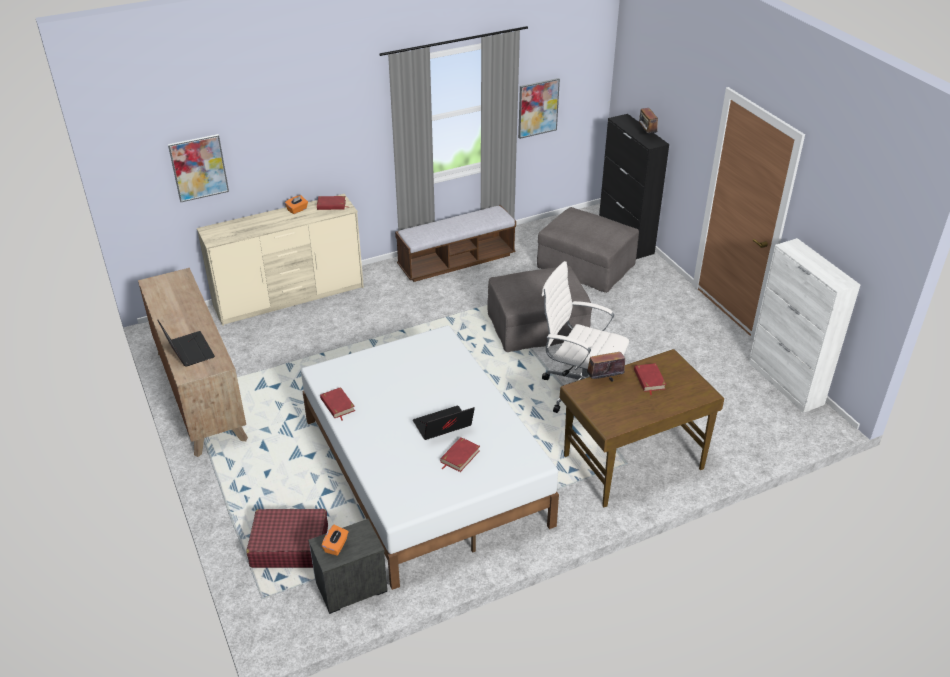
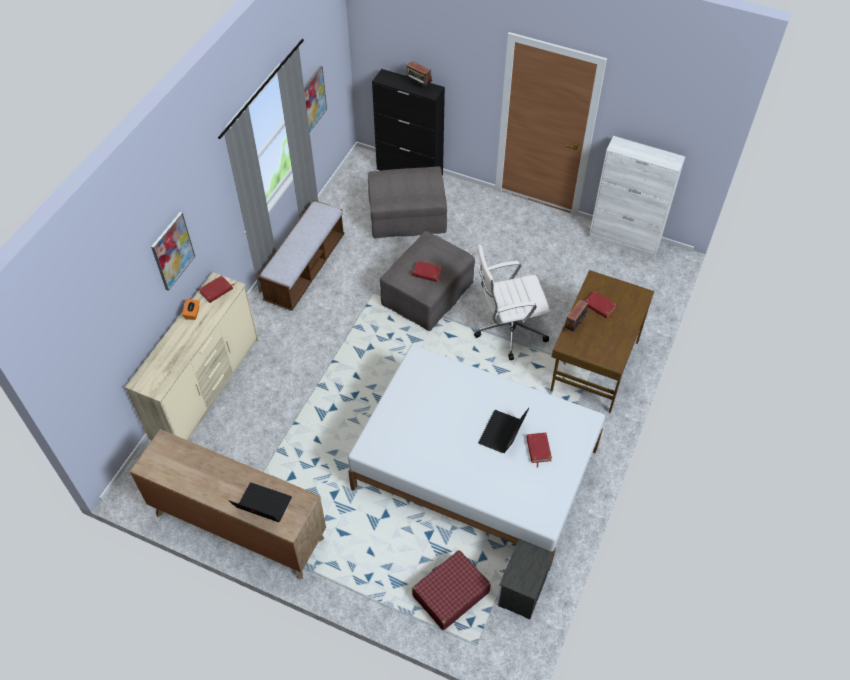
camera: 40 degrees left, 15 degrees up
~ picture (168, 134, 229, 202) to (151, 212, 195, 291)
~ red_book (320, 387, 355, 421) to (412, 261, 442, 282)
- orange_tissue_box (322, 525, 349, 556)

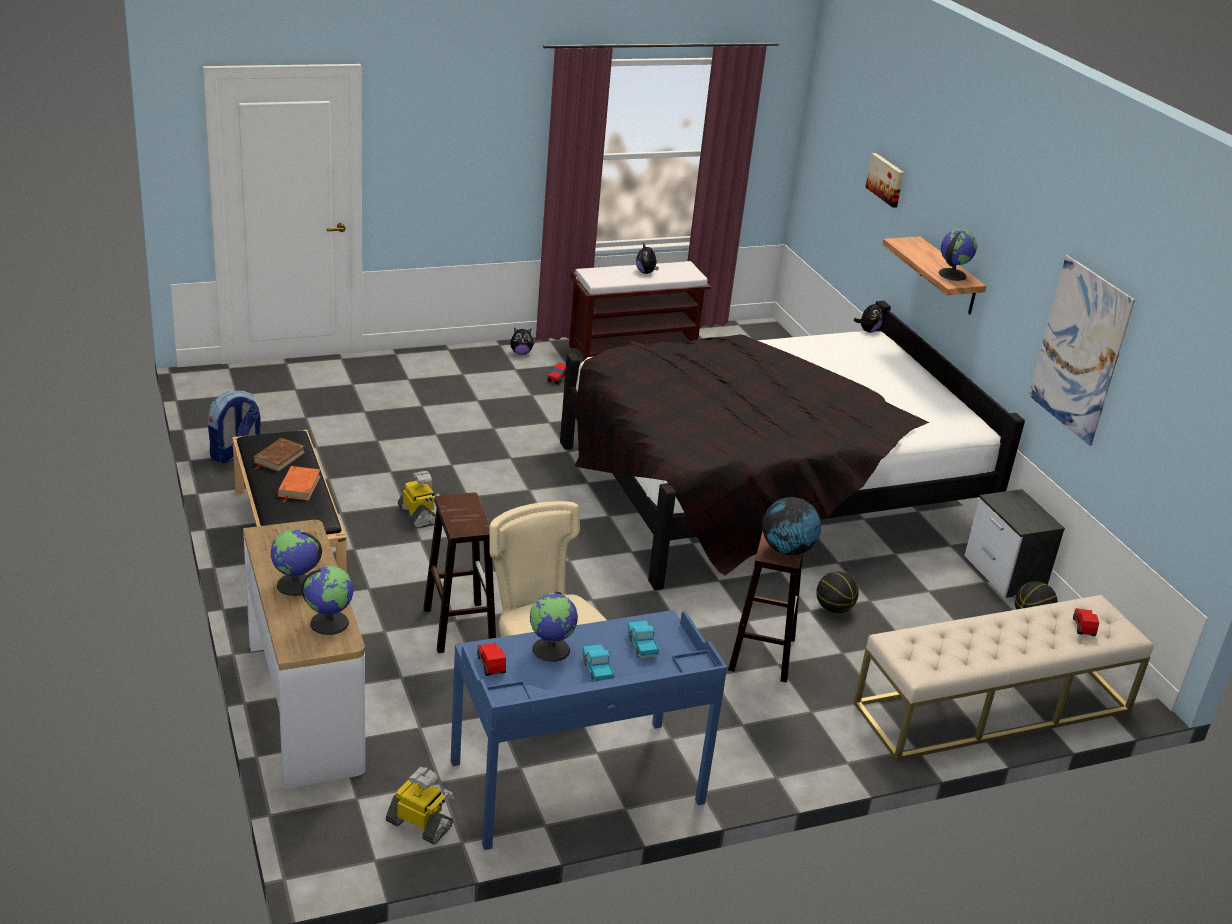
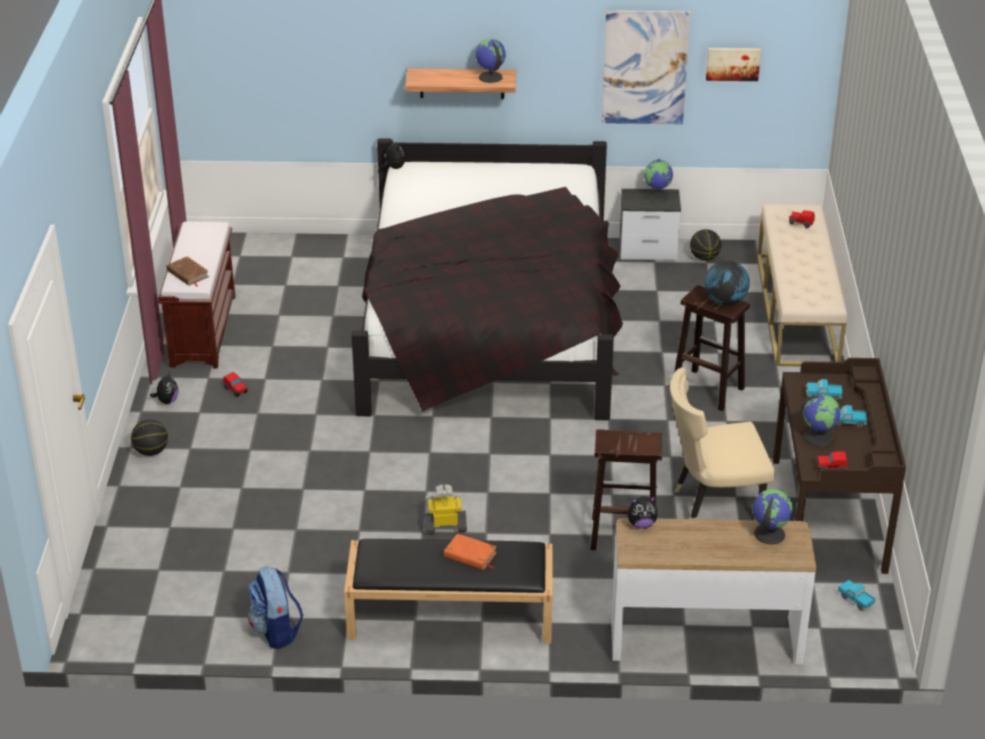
camera: 65 degrees left, 5 degrees up
~ brown_book (253, 438, 305, 472) to (167, 257, 209, 287)
~ globe (271, 529, 322, 596) to (644, 159, 673, 202)
~ toy_robot (386, 767, 455, 844) to toy_truck (838, 580, 875, 610)
~ blue_desk (451, 610, 727, 850) to brown_desk (773, 358, 906, 574)
~ plush_toy (636, 243, 659, 274) to (628, 496, 658, 528)
~ basketball (816, 571, 859, 613) to (131, 420, 168, 456)
~ picture (865, 153, 904, 208) to (706, 48, 761, 81)

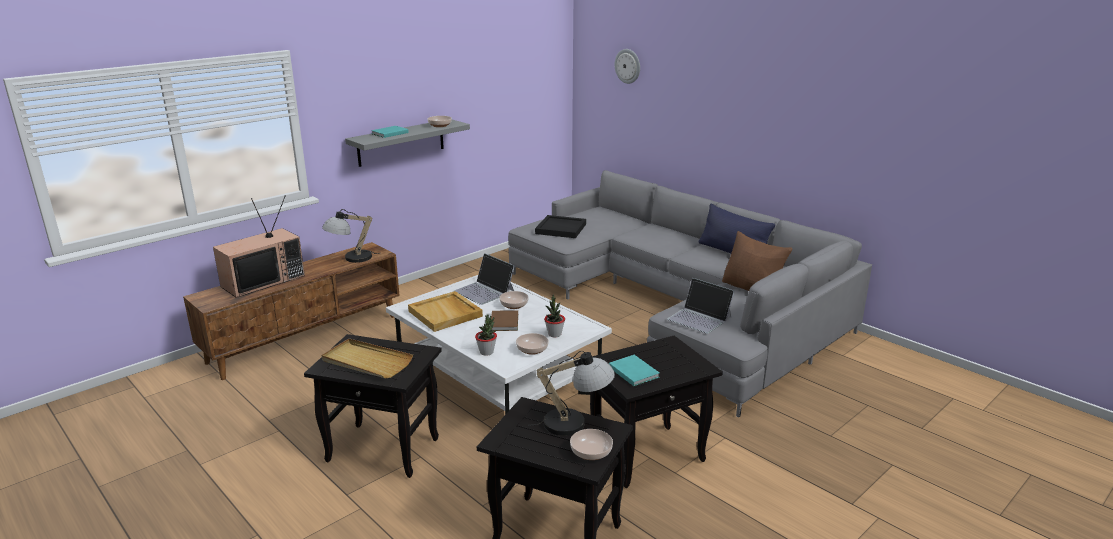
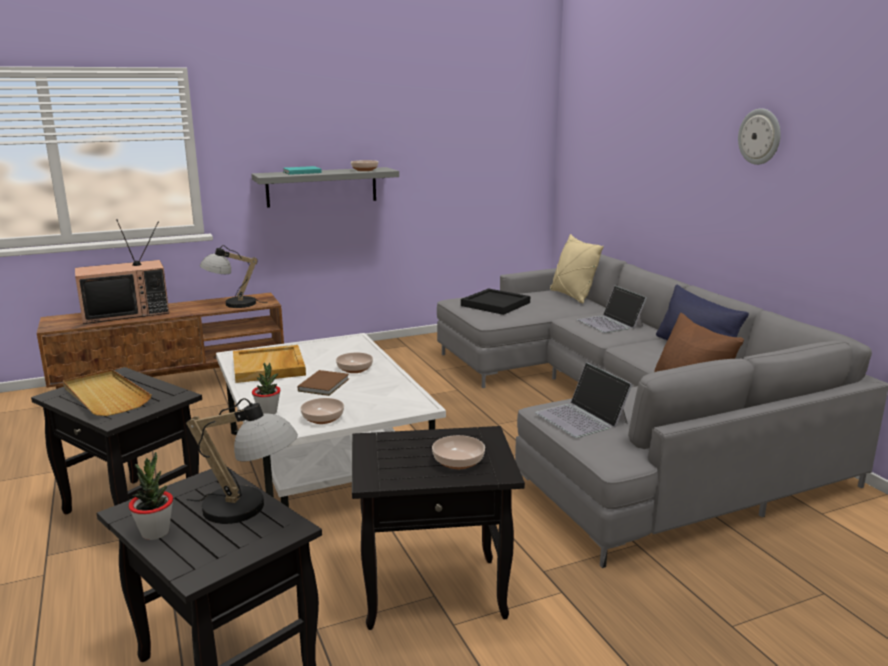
camera: 20 degrees right, 5 degrees down
~ laptop (453, 253, 515, 305) to (577, 286, 647, 333)
~ potted_plant (544, 295, 565, 338) to (129, 452, 173, 540)
~ bowl (570, 429, 613, 460) to (432, 435, 485, 469)
- turquoise_book (609, 355, 660, 386)
~ wall_clock (615, 49, 640, 84) to (738, 108, 781, 165)
+ beige_pillow (550, 234, 604, 303)

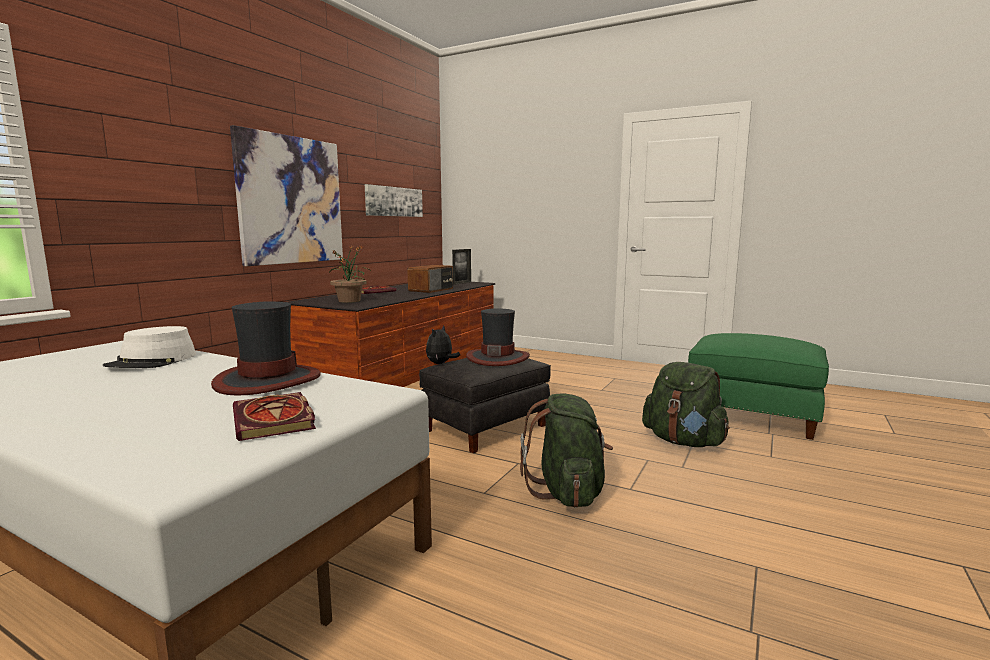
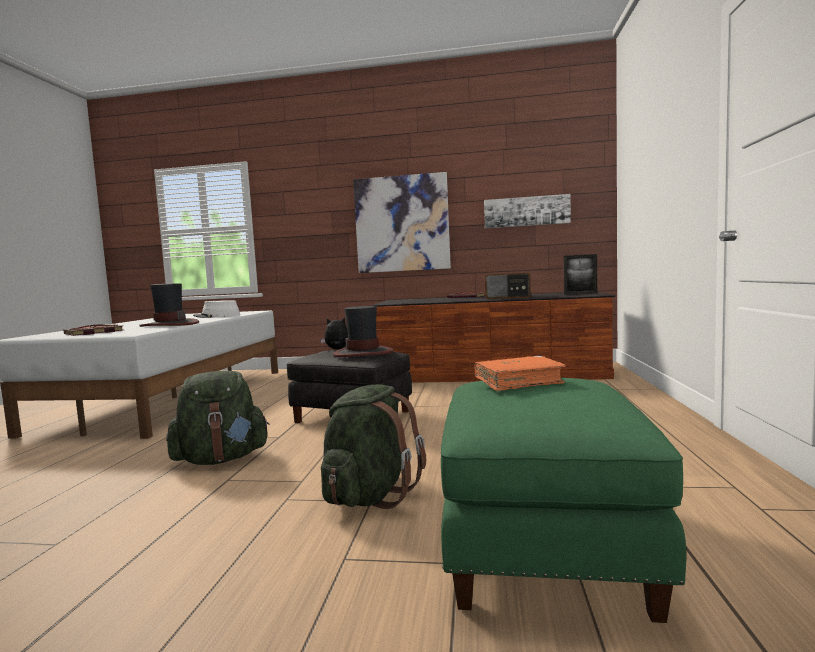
camera: 70 degrees right, 5 degrees down
- potted_plant (330, 246, 370, 303)
+ orange_book (474, 356, 566, 391)

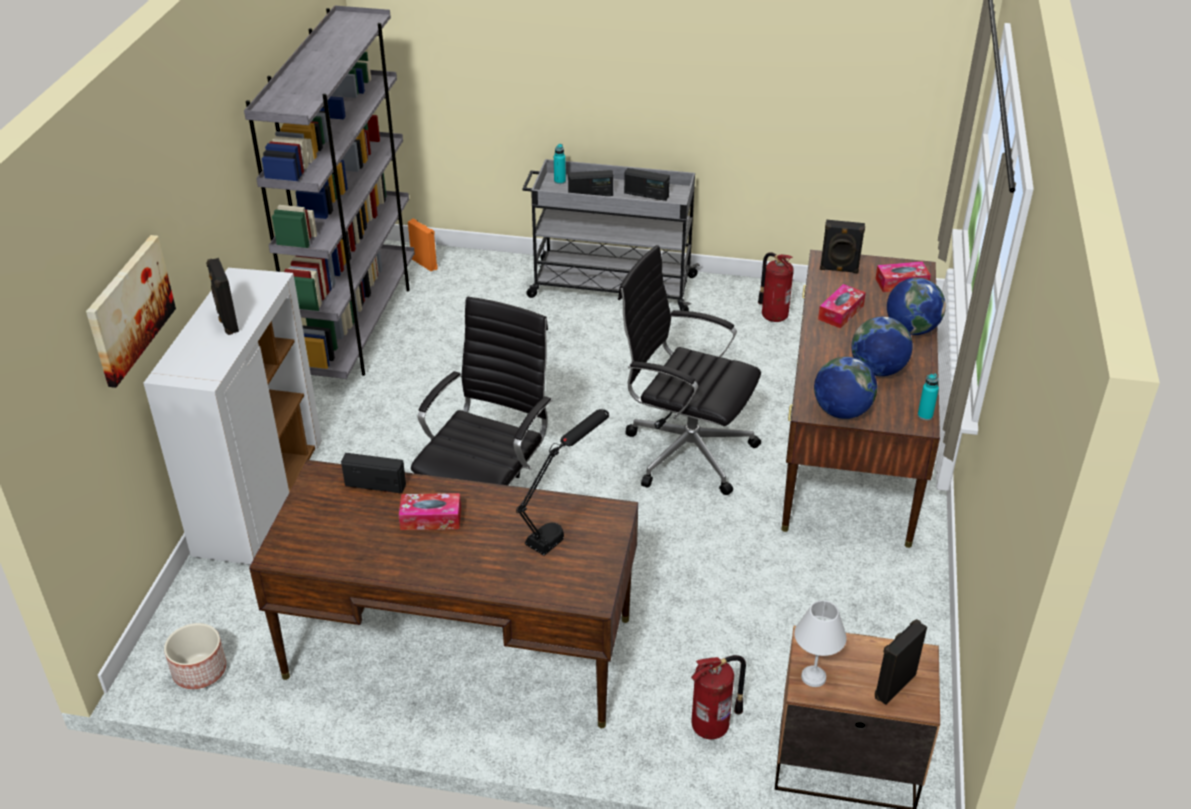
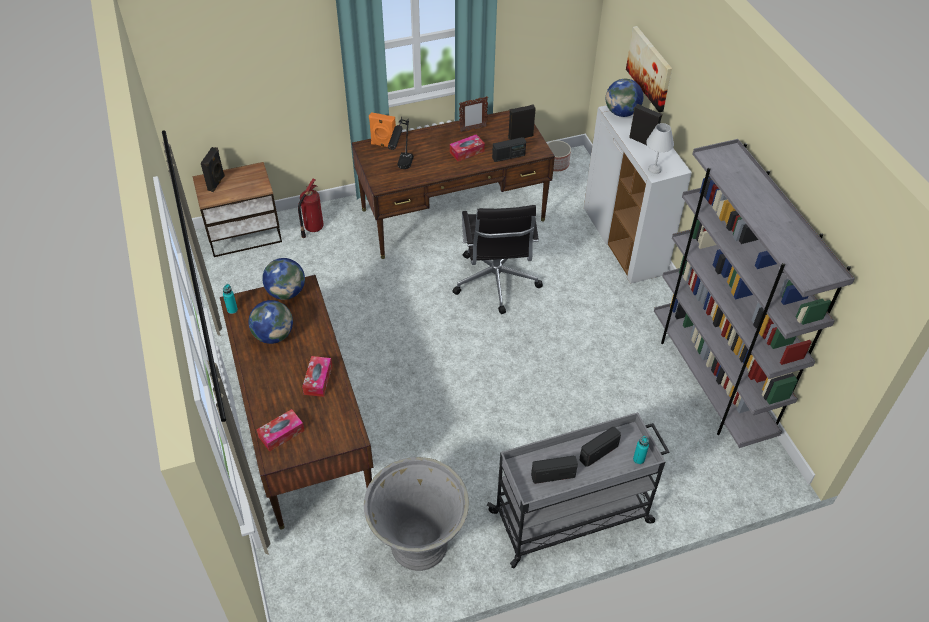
camera: 150 degrees right, 10 degrees up
~ orange_speaker (408, 218, 438, 271) to (369, 112, 396, 147)
- black_office_chair (618, 245, 761, 495)
~ fire_extinguisher (758, 252, 794, 322) to grey_planter (364, 457, 469, 571)
~ white_table_lamp (794, 600, 847, 687) to (646, 123, 674, 174)
~ black_speaker (820, 220, 865, 273) to (508, 104, 536, 140)
~ globe (887, 278, 946, 335) to (606, 79, 643, 117)
+ picture_frame (459, 96, 488, 132)

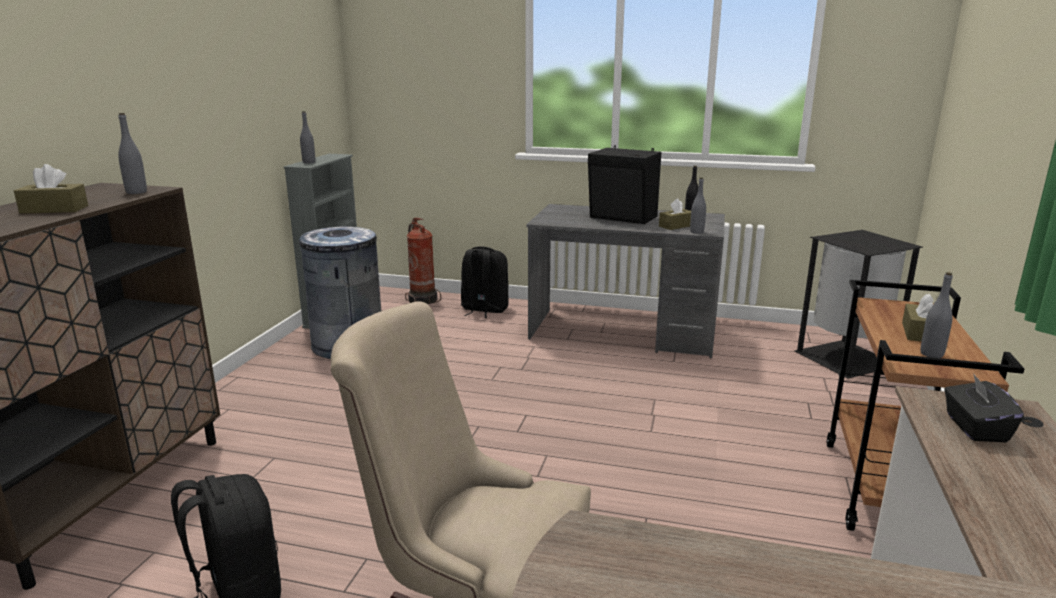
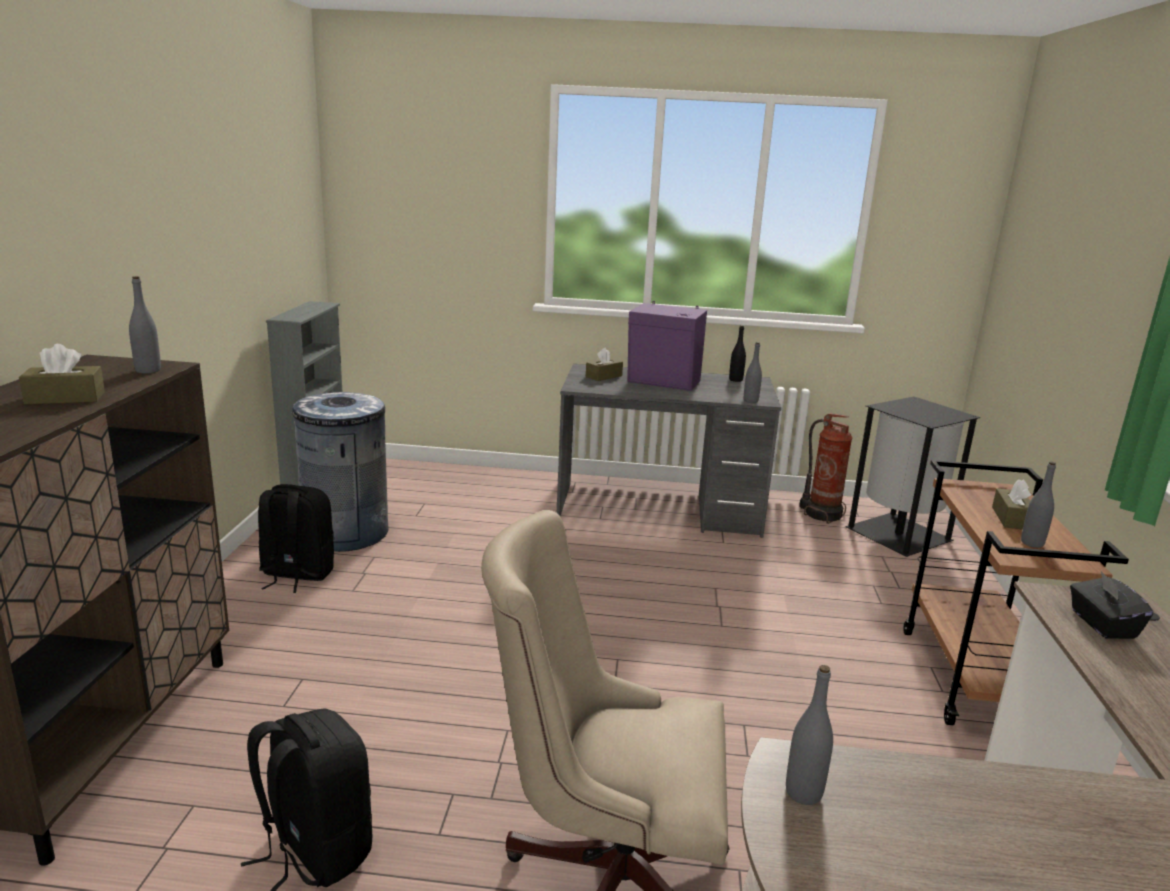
camera: 10 degrees left, 0 degrees up
~ grey_bottle (300, 111, 315, 163) to (786, 665, 833, 805)
~ fire_extinguisher (405, 218, 441, 304) to (799, 413, 853, 524)
~ black_backpack (461, 246, 509, 318) to (258, 484, 334, 593)
~ black_speaker (588, 145, 661, 224) to purple_speaker (627, 301, 707, 391)
~ brown_tissue_box (659, 198, 691, 230) to (586, 348, 623, 381)

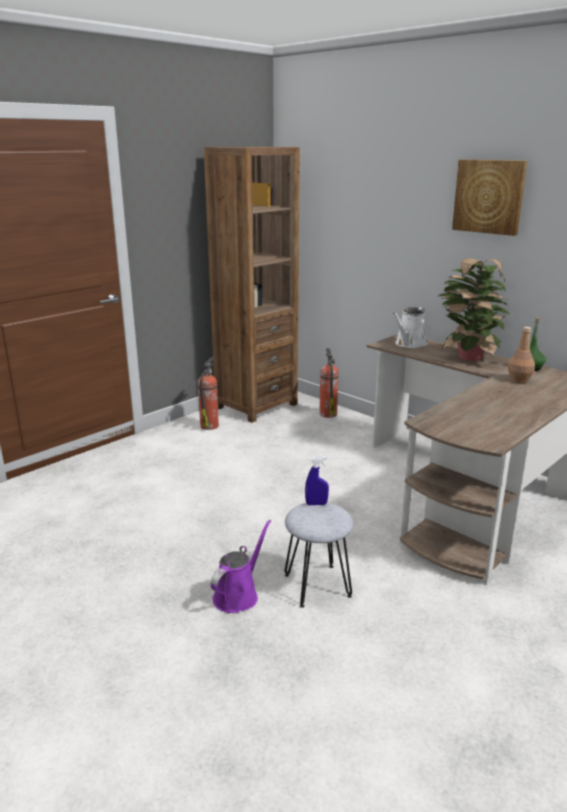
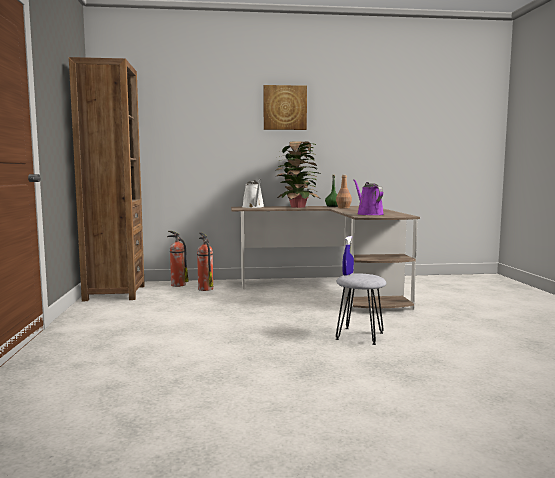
camera: 50 degrees left, 15 degrees down
~ fire_extinguisher (198, 357, 219, 430) to (197, 232, 213, 291)
~ purple_watering_can (211, 520, 271, 613) to (353, 179, 384, 215)

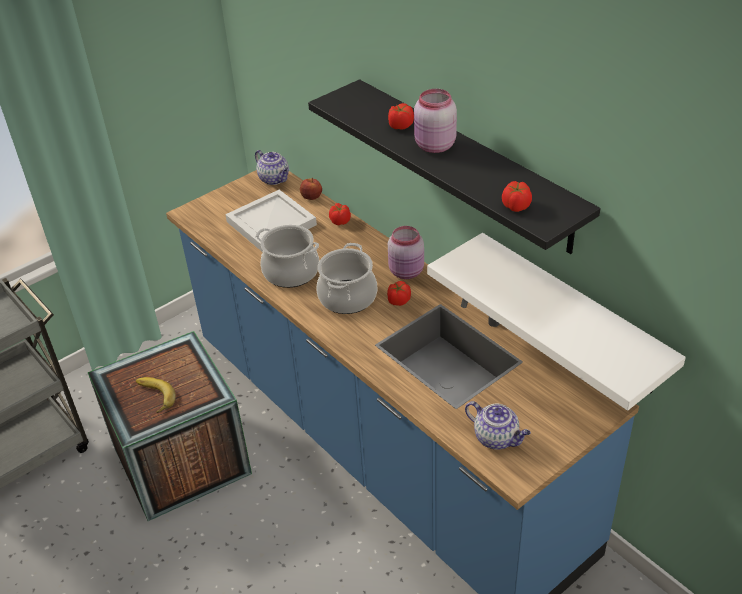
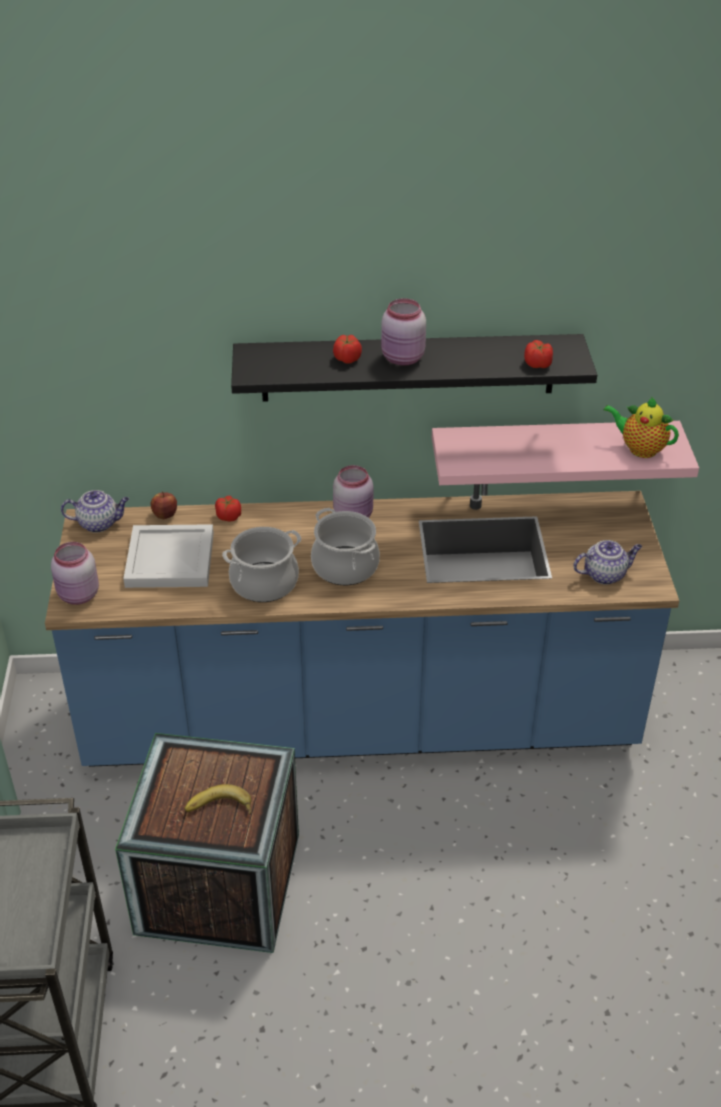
camera: 55 degrees left, 0 degrees up
- tomato (387, 281, 411, 306)
~ white_shelf (427, 233, 686, 411) to pink_shelf (432, 421, 699, 485)
+ pink_jar (51, 542, 99, 605)
+ teapot (603, 396, 679, 458)

